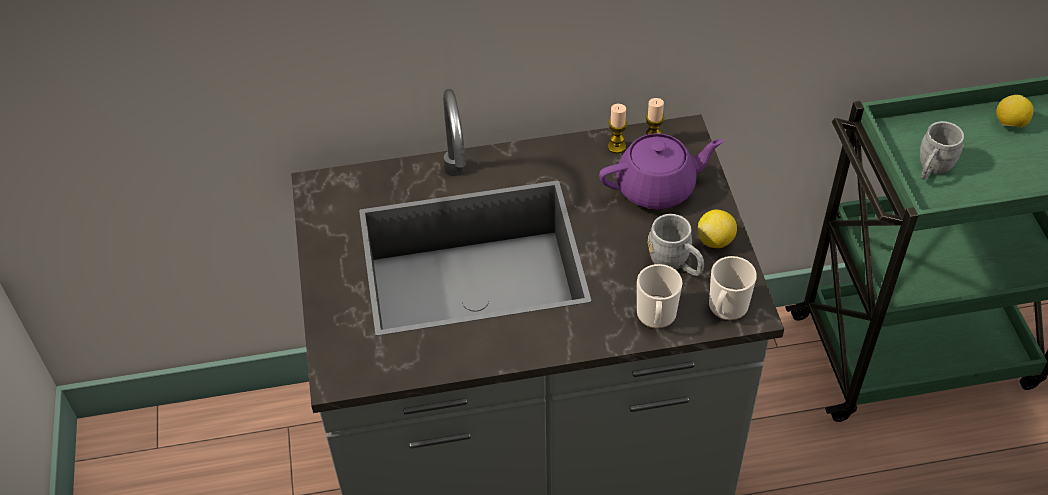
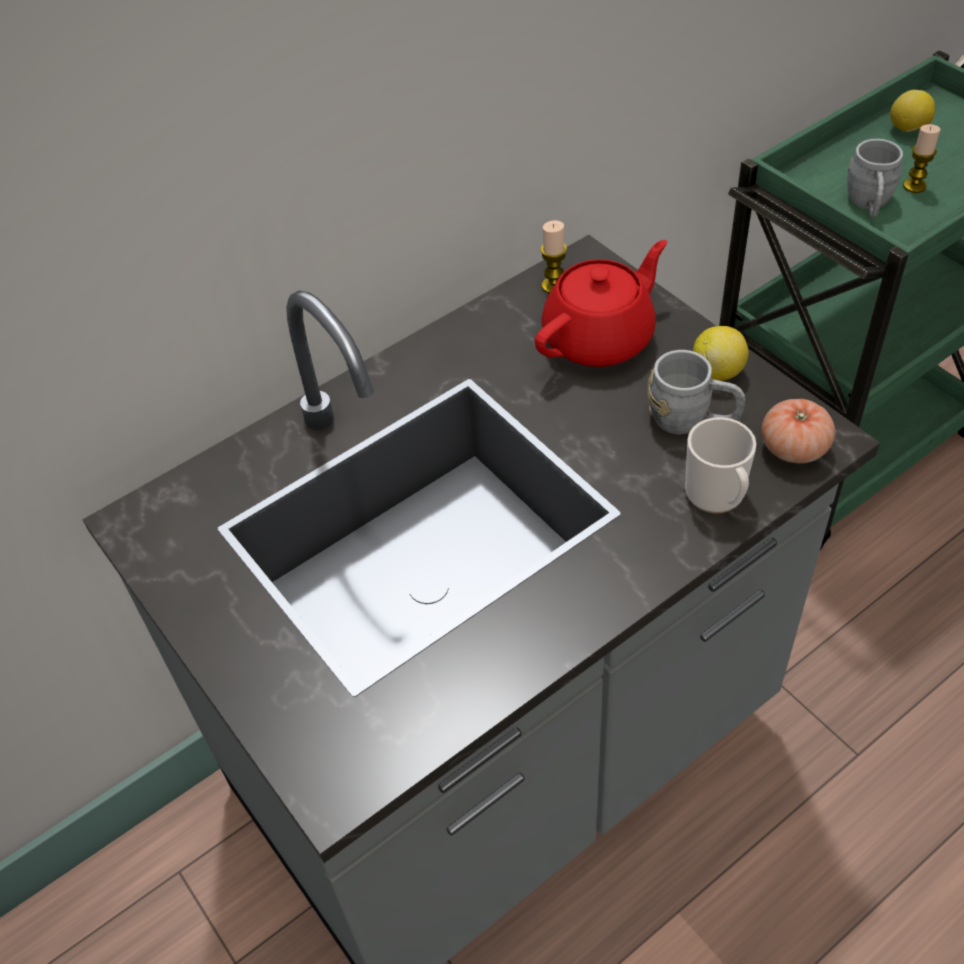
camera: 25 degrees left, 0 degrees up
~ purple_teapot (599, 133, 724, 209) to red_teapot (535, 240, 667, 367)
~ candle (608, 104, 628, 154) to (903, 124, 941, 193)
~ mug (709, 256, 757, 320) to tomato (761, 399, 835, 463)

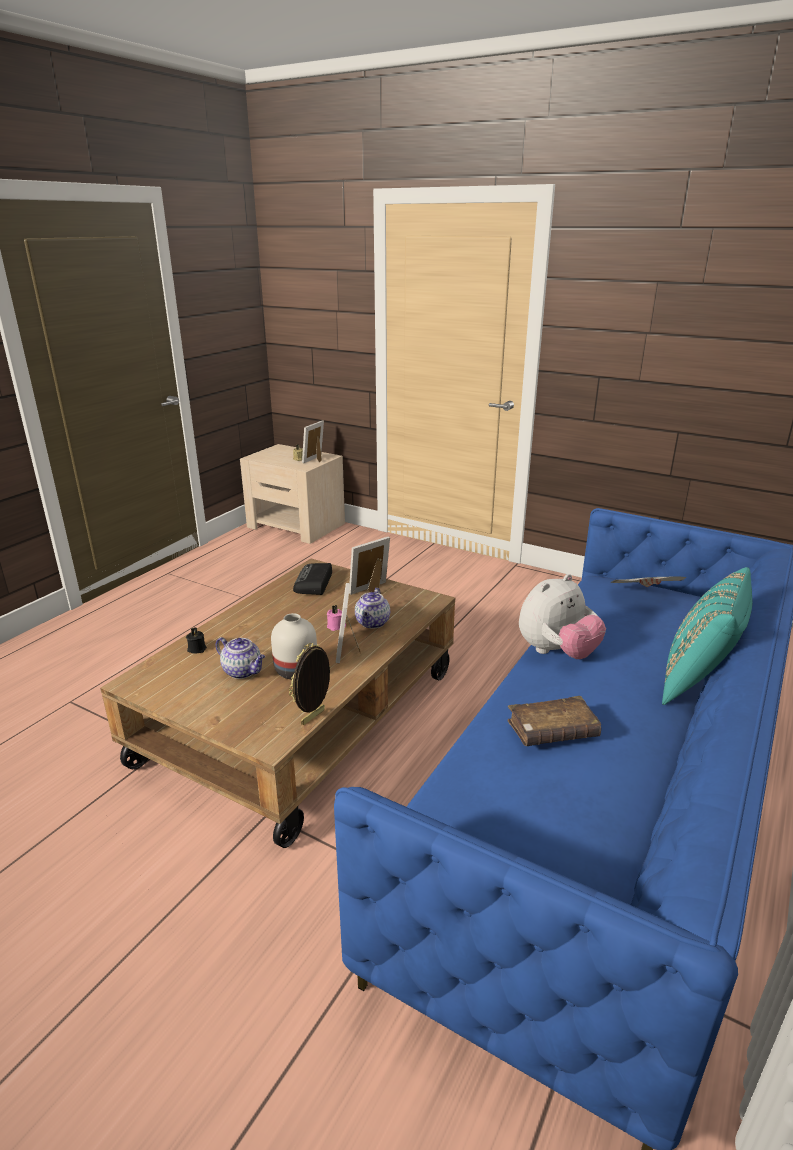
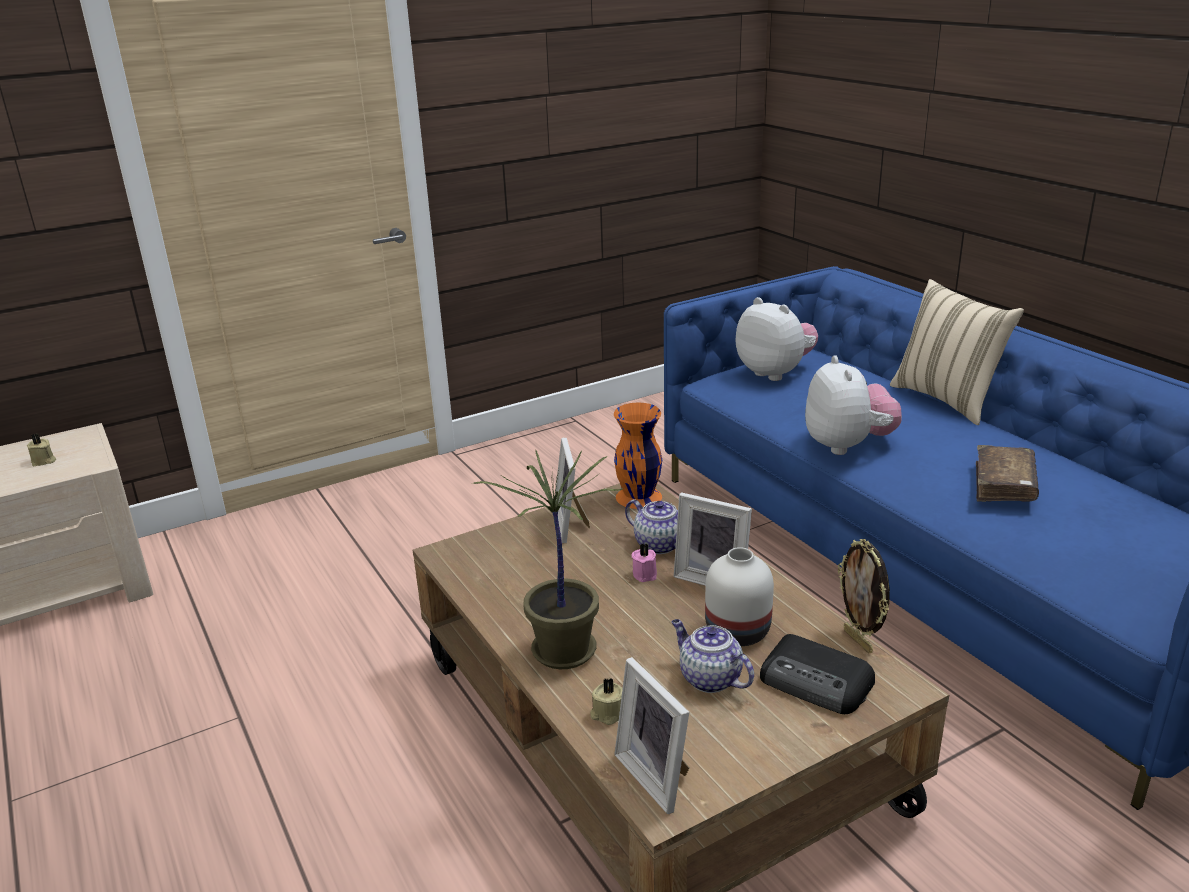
camera: 60 degrees left, 0 degrees up
~ black_candle (186, 628, 207, 654) to beige_candle (590, 678, 623, 725)
~ teapot (215, 637, 265, 679) = (671, 619, 754, 693) 105 degrees counterclockwise
~ radio (293, 563, 332, 595) to (760, 634, 875, 714)
~ picture_frame (302, 420, 324, 463) to (614, 657, 689, 814)
~ newspaper (611, 576, 687, 587) to plush_toy (735, 297, 818, 381)
~ turquoise_pillow (662, 567, 752, 705) to beige_pillow (890, 279, 1024, 425)
+ potted_plant (472, 450, 623, 669)
+ orange_vase (614, 403, 662, 509)

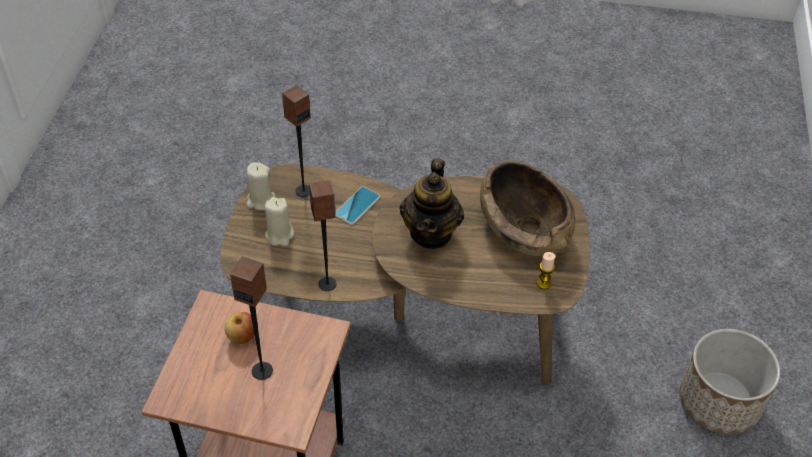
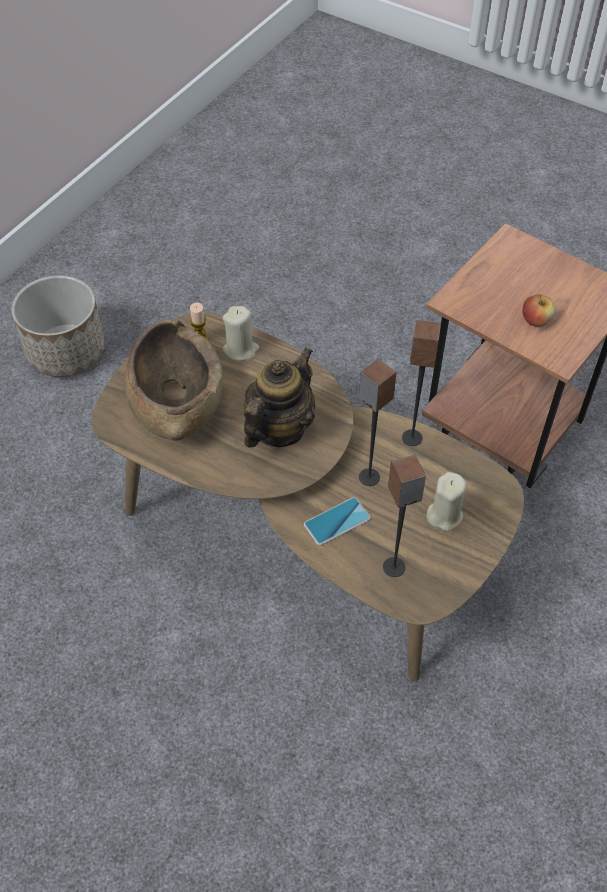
camera: 155 degrees left, 5 degrees up
~ speaker (230, 256, 273, 380) to (359, 359, 396, 486)
~ beige_candle (246, 162, 275, 210) to (222, 306, 259, 361)

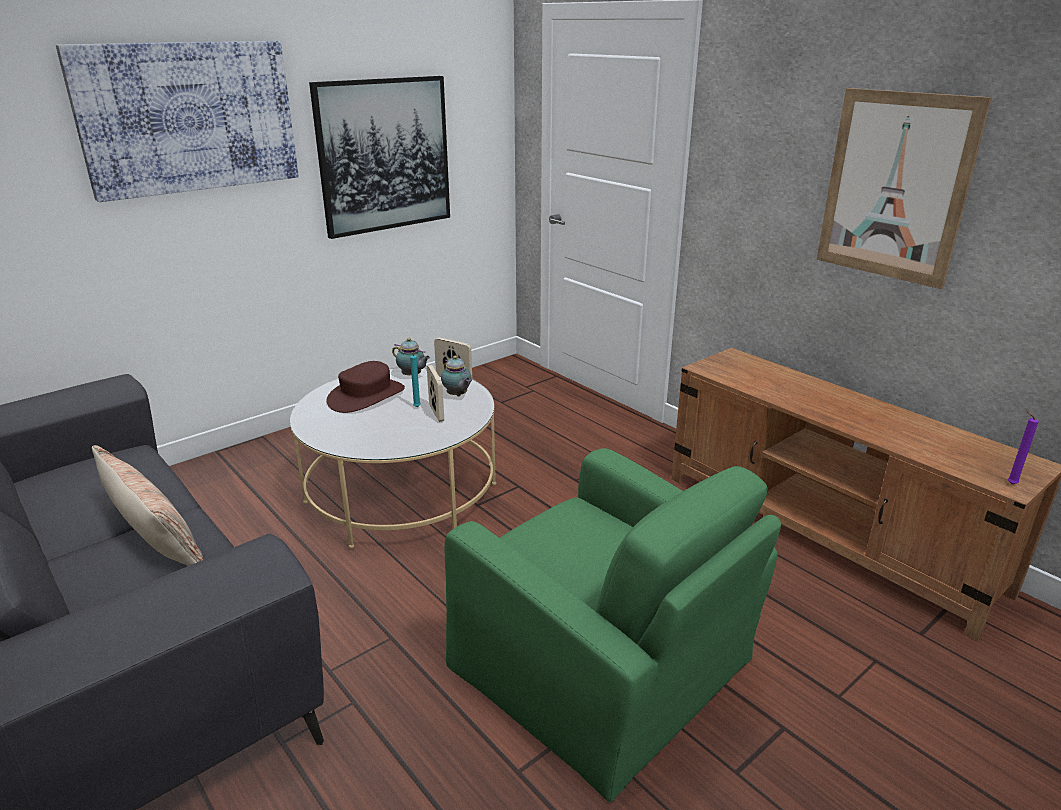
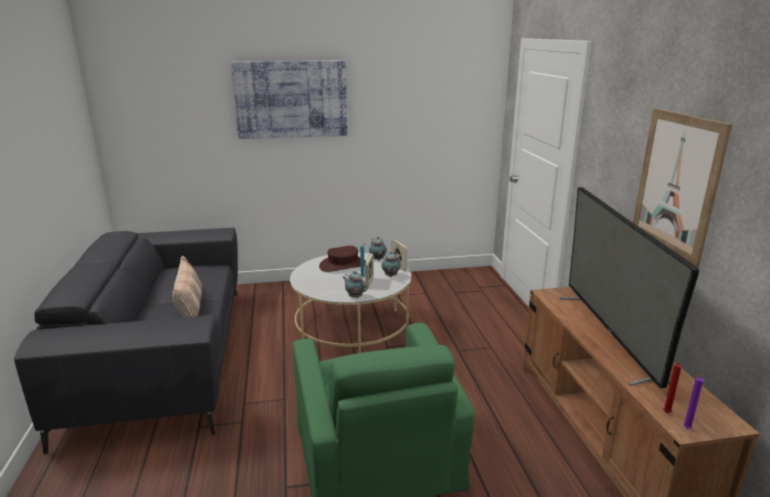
camera: 30 degrees right, 5 degrees down
- picture (309, 76, 450, 239)
+ teapot (343, 271, 367, 298)
+ television (560, 187, 700, 388)
+ red_candle (663, 360, 682, 413)

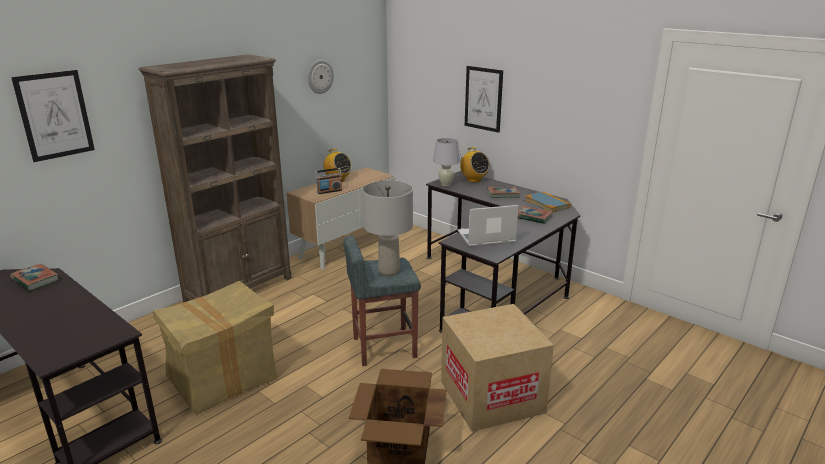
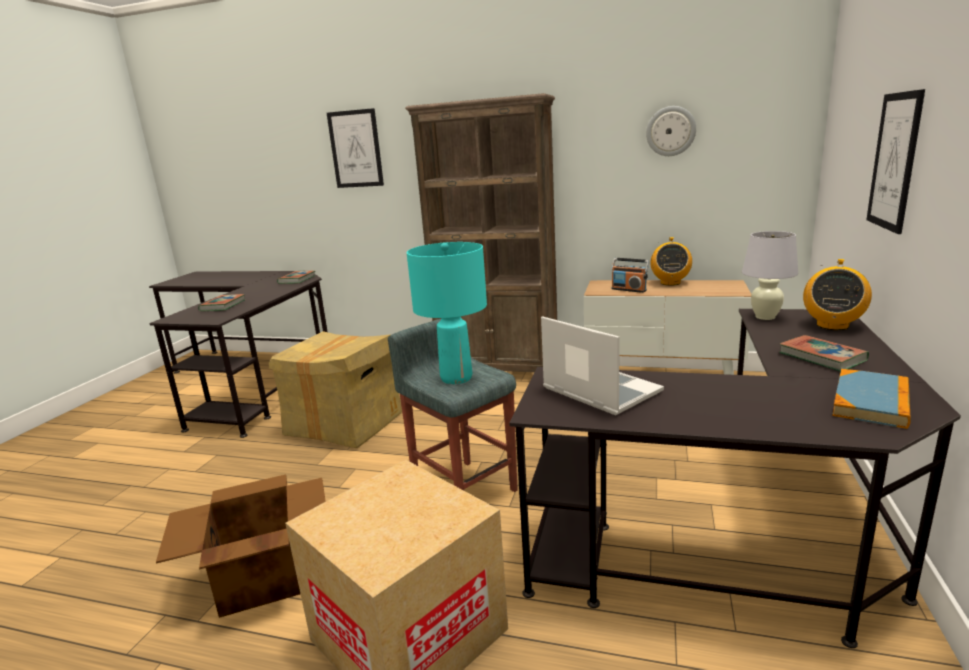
camera: 65 degrees right, 5 degrees down
~ grey_table_lamp (362, 181, 413, 276) to turquoise_table_lamp (406, 242, 487, 384)
~ book (518, 206, 553, 224) to (198, 294, 245, 311)

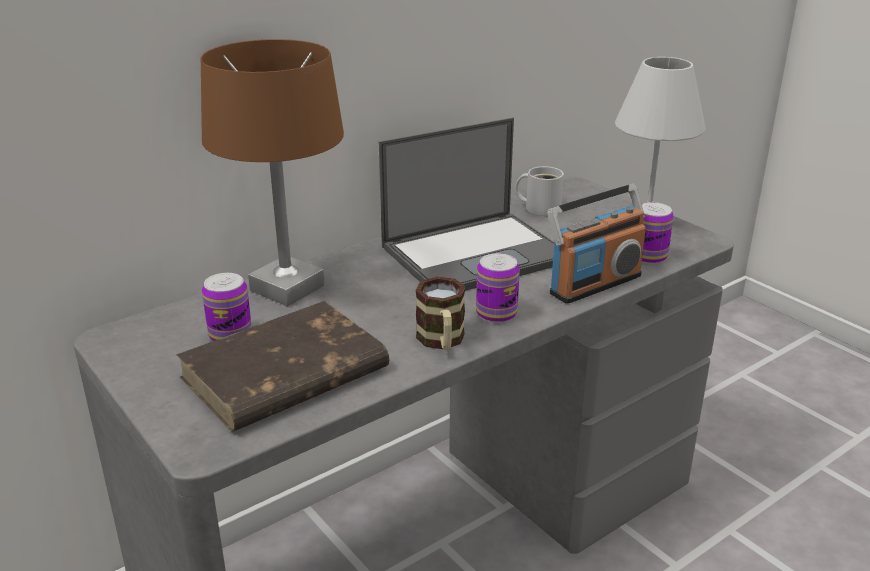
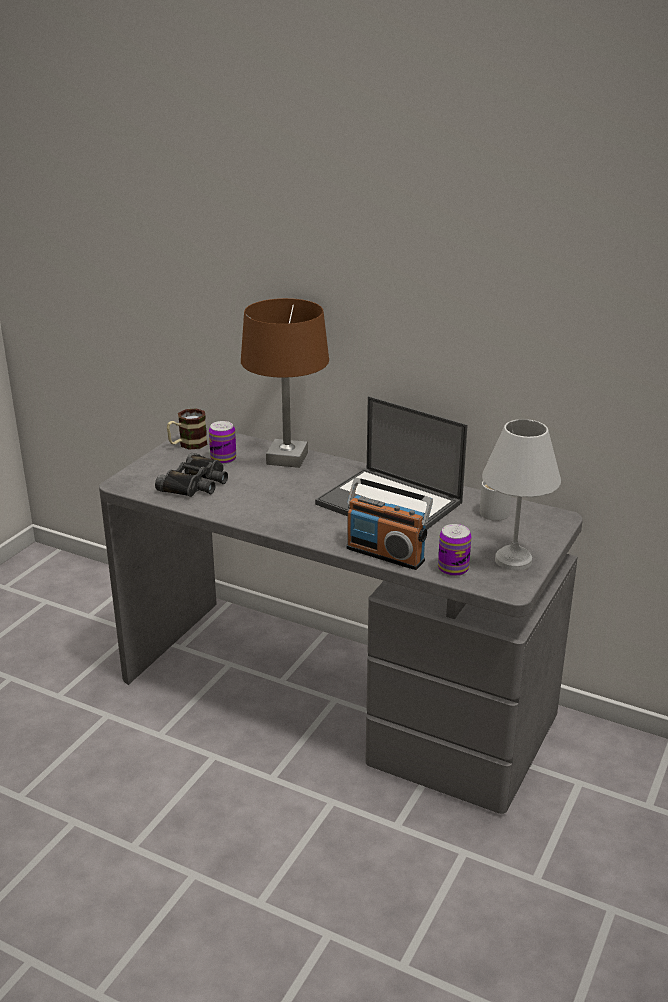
camera: 65 degrees right, 0 degrees up
~ brown_book (176, 301, 389, 432) to black_binoculars (155, 453, 228, 497)
~ mug (415, 277, 465, 350) to (167, 408, 208, 450)
- can (476, 253, 520, 323)

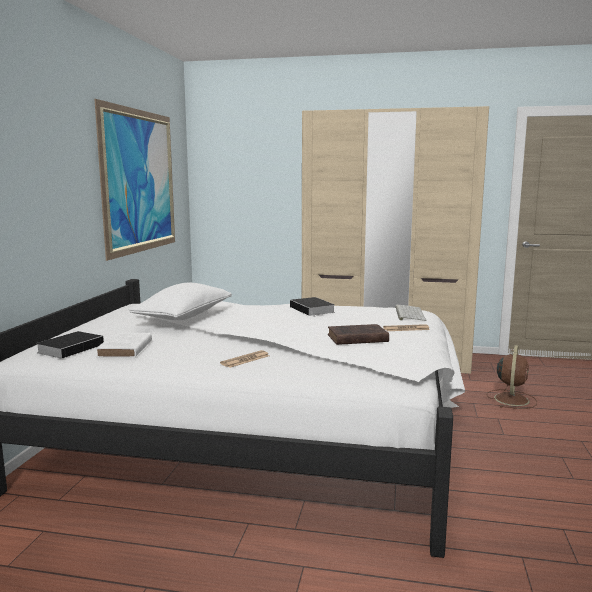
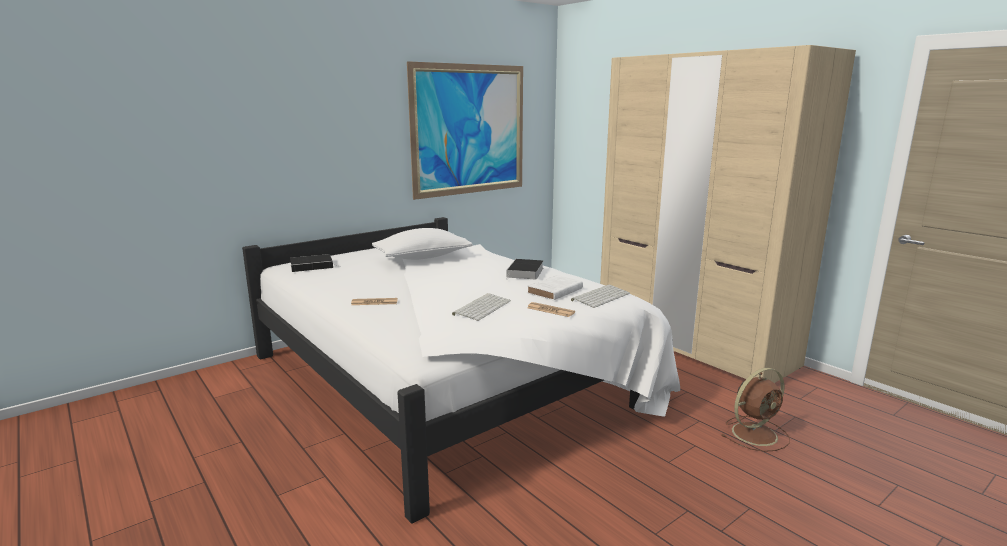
camera: 40 degrees right, 5 degrees up
~ white_book (96, 333, 152, 358) to (527, 275, 583, 300)
~ brown_book (328, 324, 389, 345) to keyboard (452, 293, 511, 321)

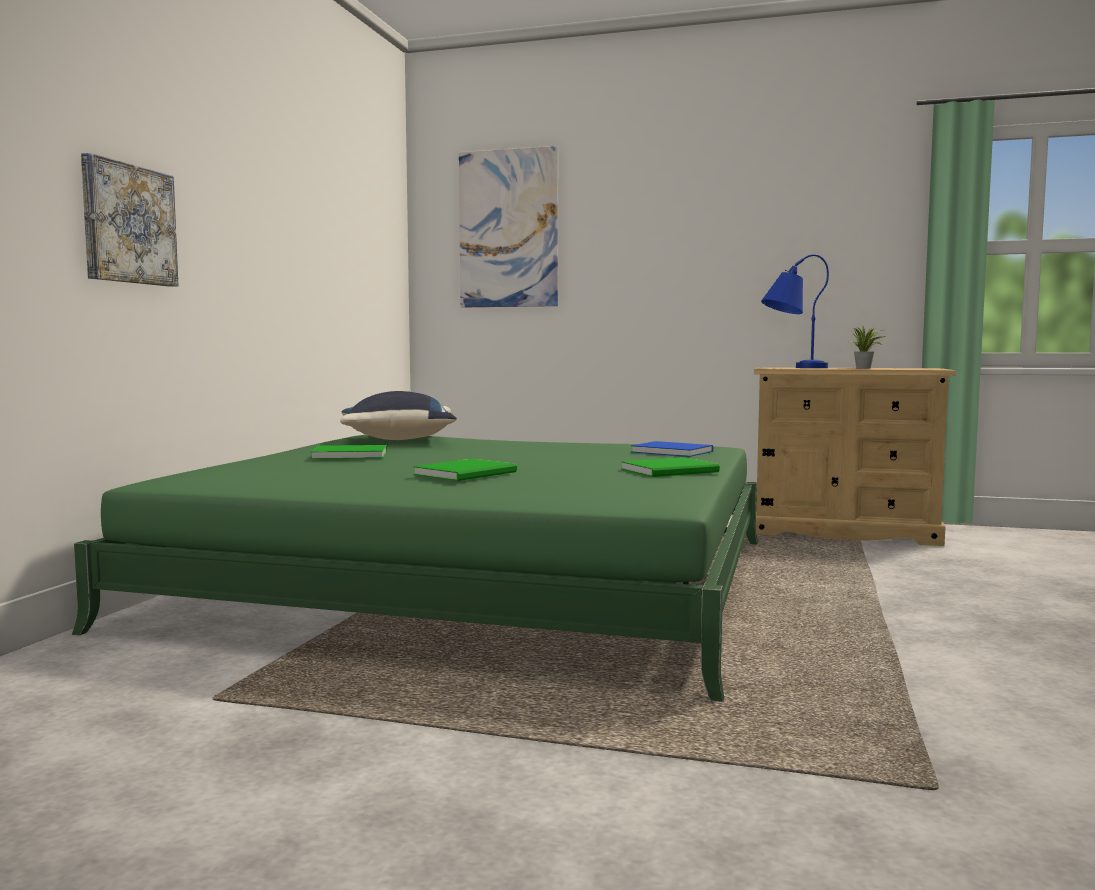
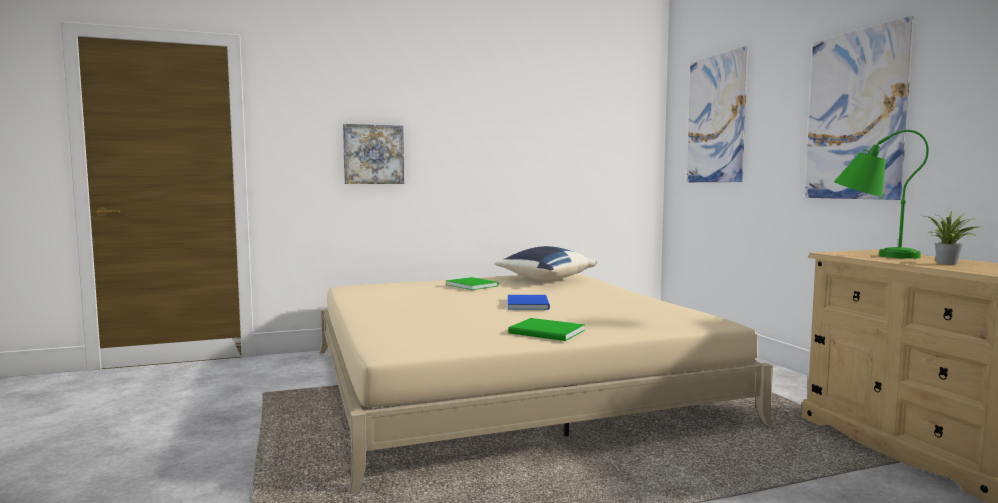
camera: 55 degrees right, 0 degrees up
~ green_bed (72, 435, 758, 702) to beige_bed (320, 273, 775, 494)
- green_book (414, 459, 517, 481)
~ blue_book (631, 441, 713, 457) to (508, 295, 550, 310)
~ blue_table_lamp (761, 254, 829, 368) to green_table_lamp (834, 130, 929, 259)
+ picture (805, 16, 914, 200)

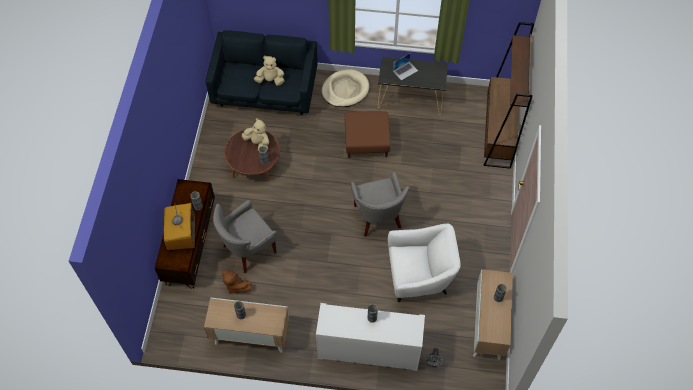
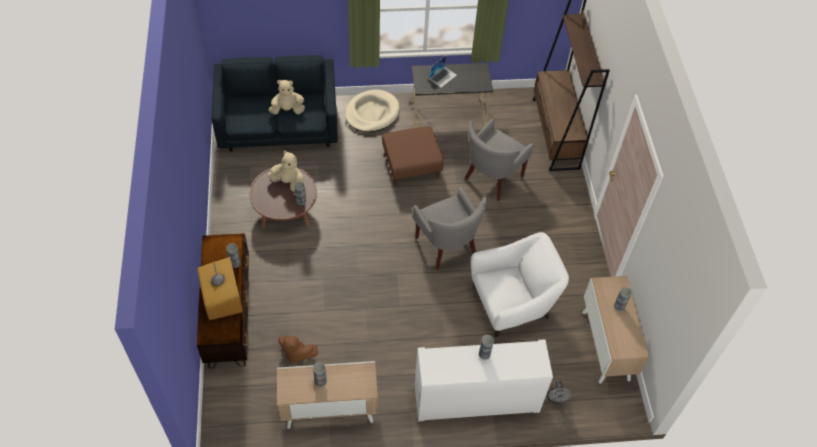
camera: 15 degrees left, 5 degrees down
~ grey_armchair (213, 200, 277, 273) to (465, 119, 534, 201)

